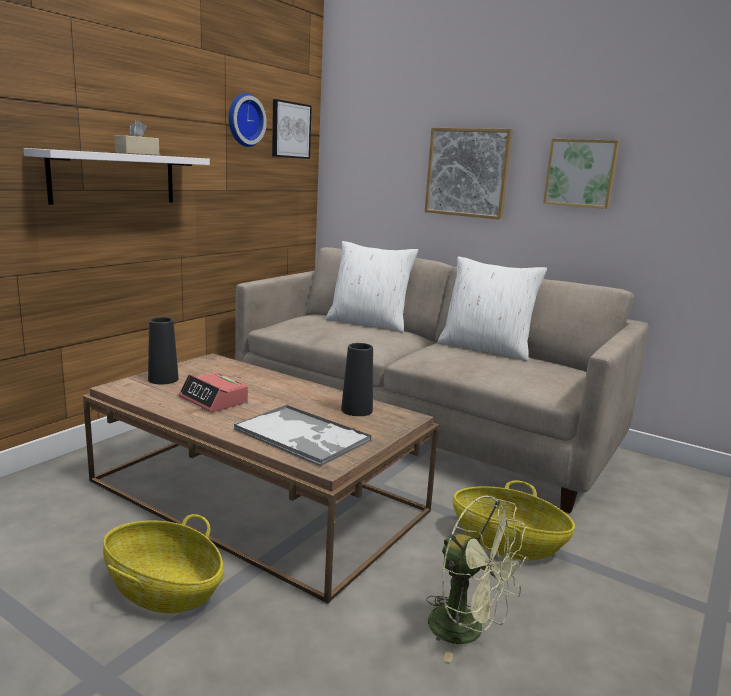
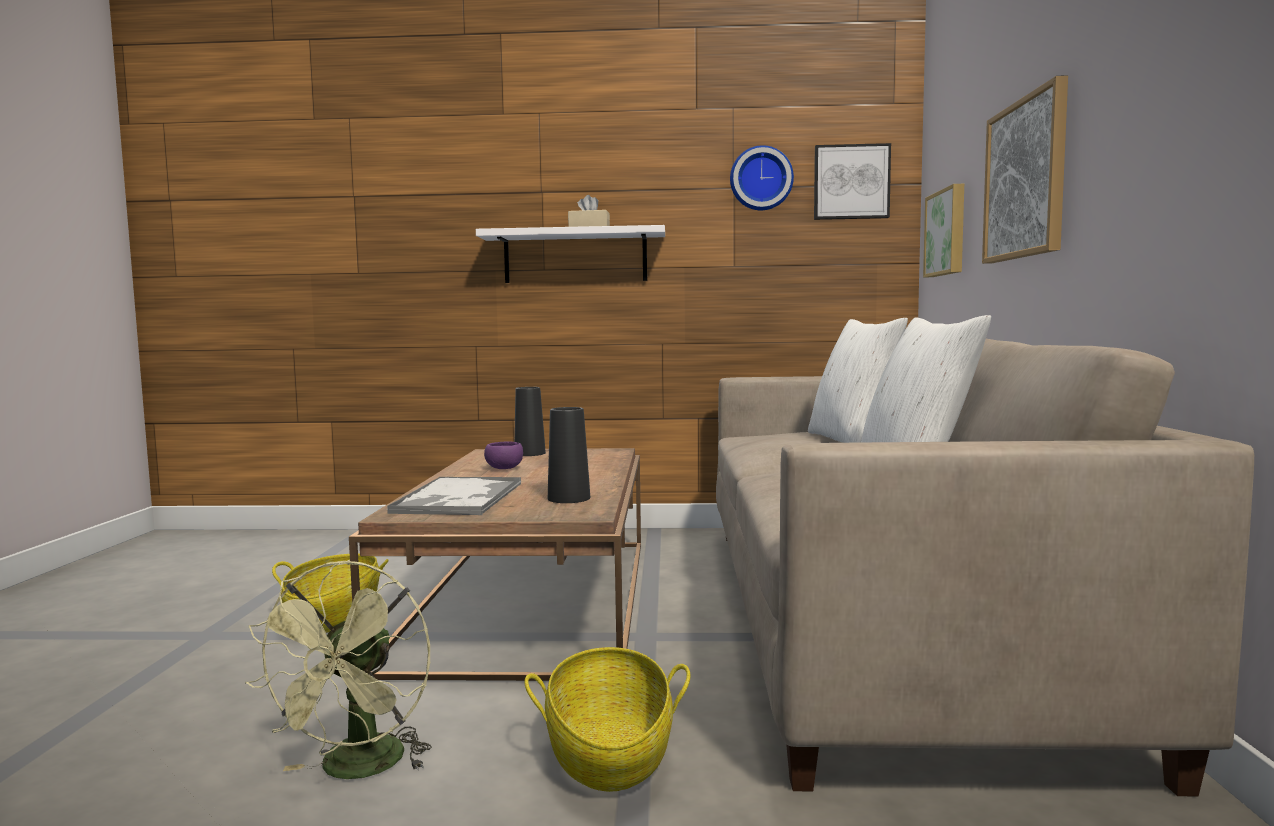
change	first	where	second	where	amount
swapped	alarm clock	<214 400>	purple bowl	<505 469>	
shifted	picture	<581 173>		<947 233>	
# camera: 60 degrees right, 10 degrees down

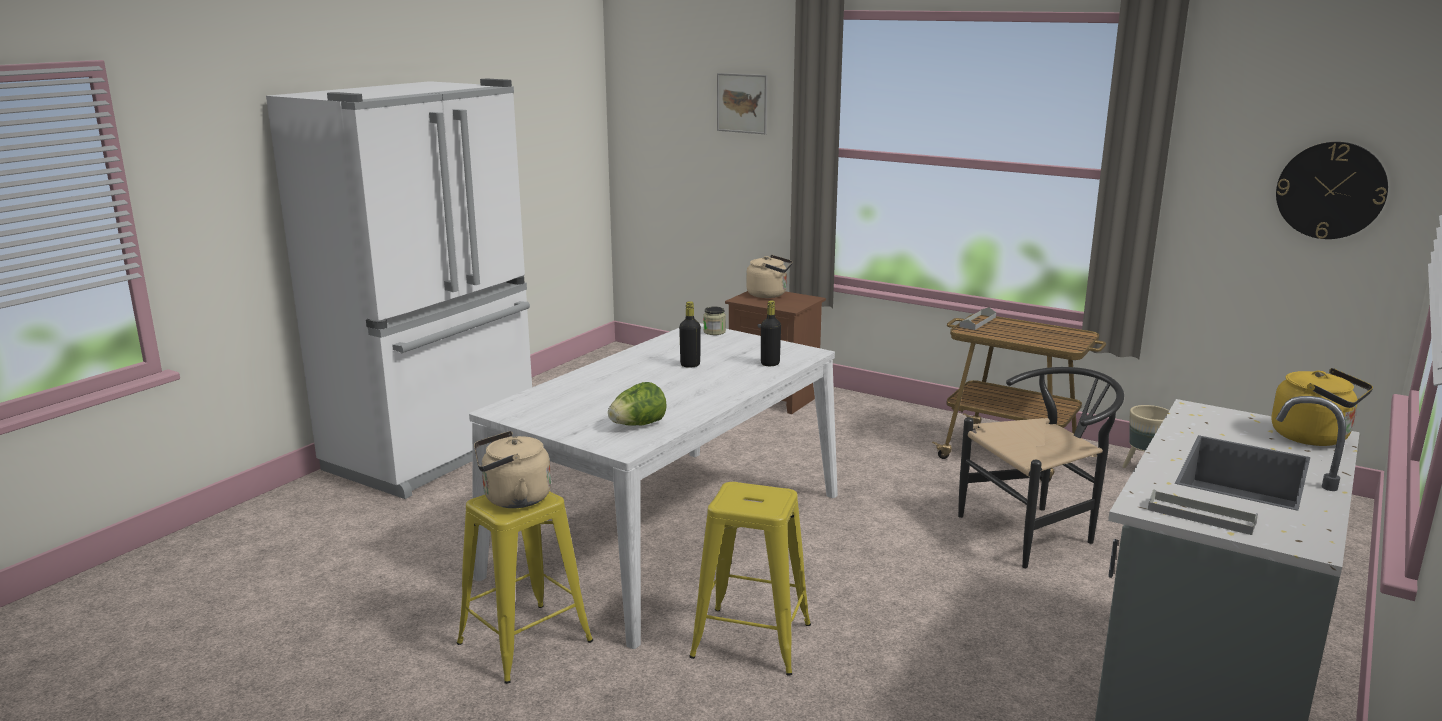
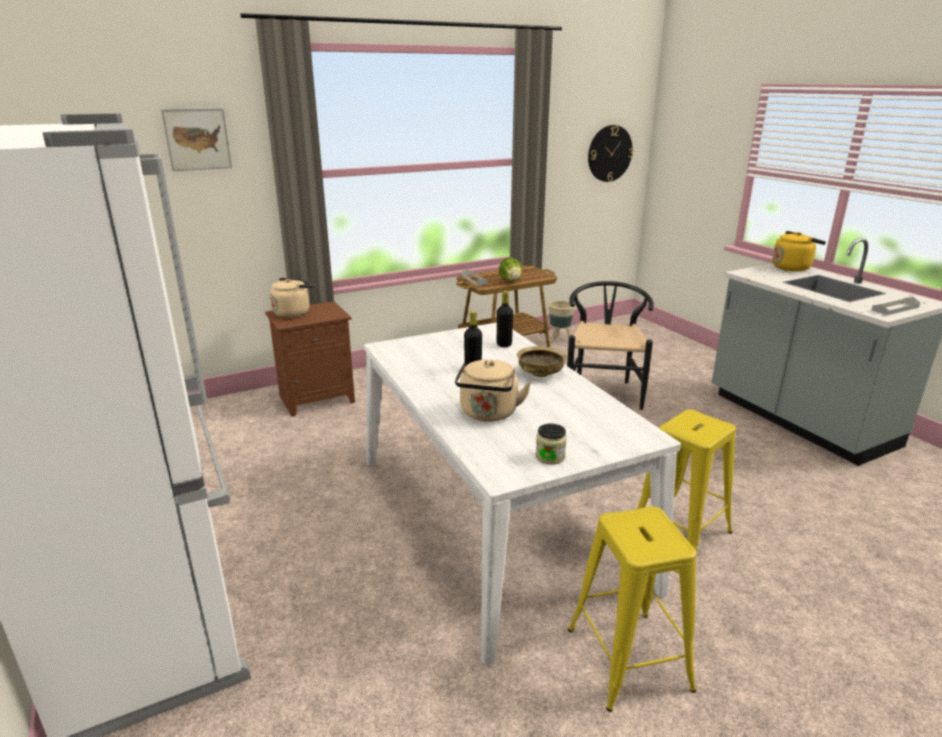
change	first	where	second	where	amount
shifted	beige kettle	<513 499>		<488 414>	
shifted	lettuce	<638 425>		<511 281>	
new			beige bowl	<540 373>	
shifted	jar	<714 332>		<550 457>	
# camera: 60 degrees left, 5 degrees up

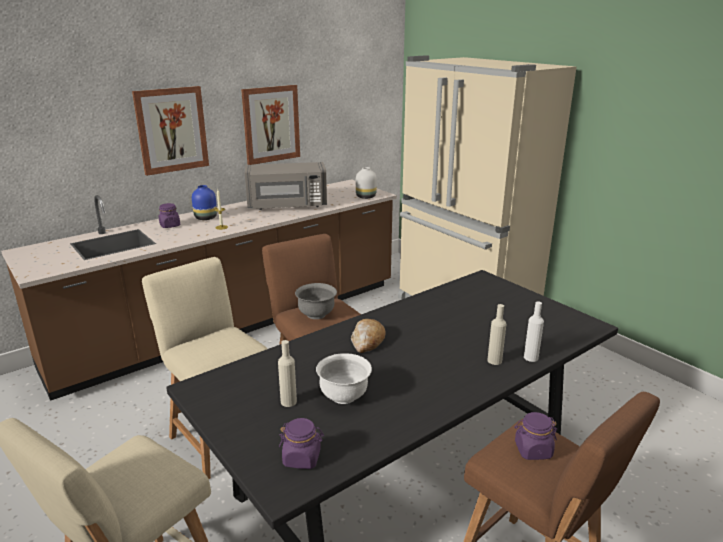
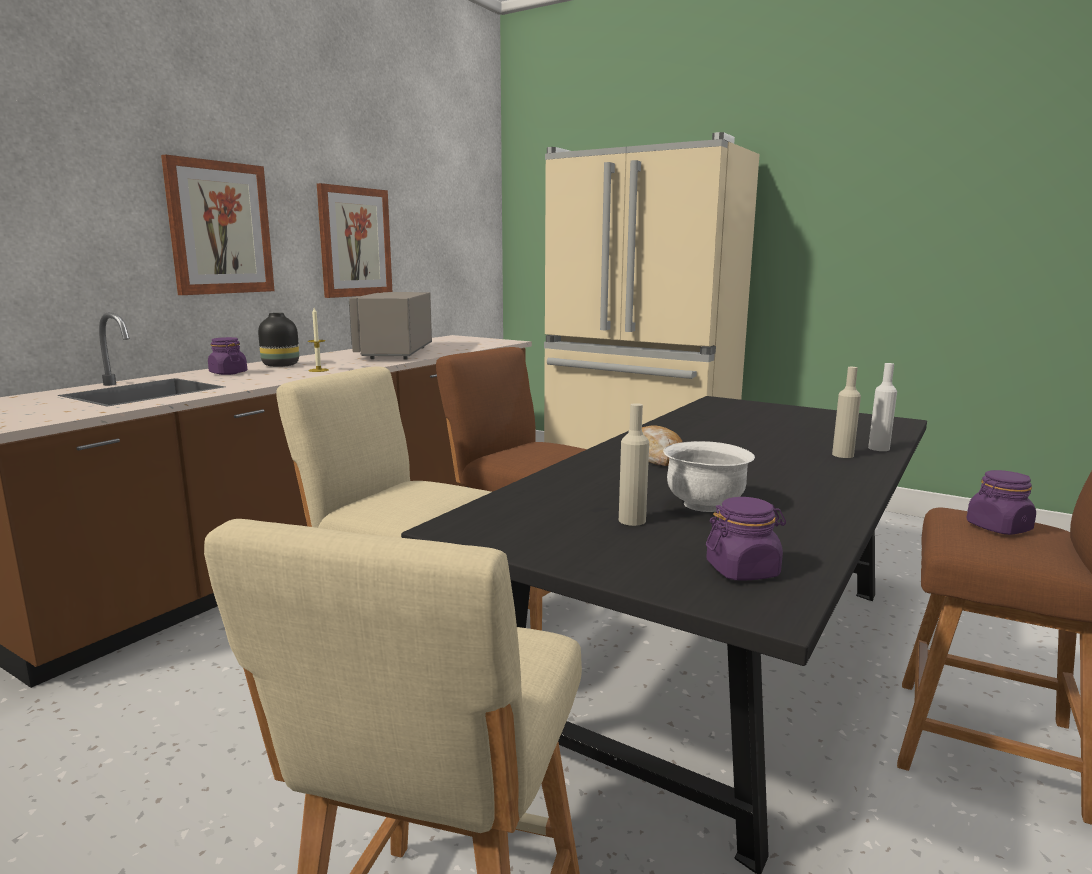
change	first	where	second	where	amount
repainted	blue vase	<206 218>	black vase	<281 365>	
rotated	grey microwave	<287 206>		<394 353>	120 degrees clockwise
gone	grey bowl	<316 314>			
gone	white vase	<365 197>			
# camera: 20 degrees left, 10 degrees down

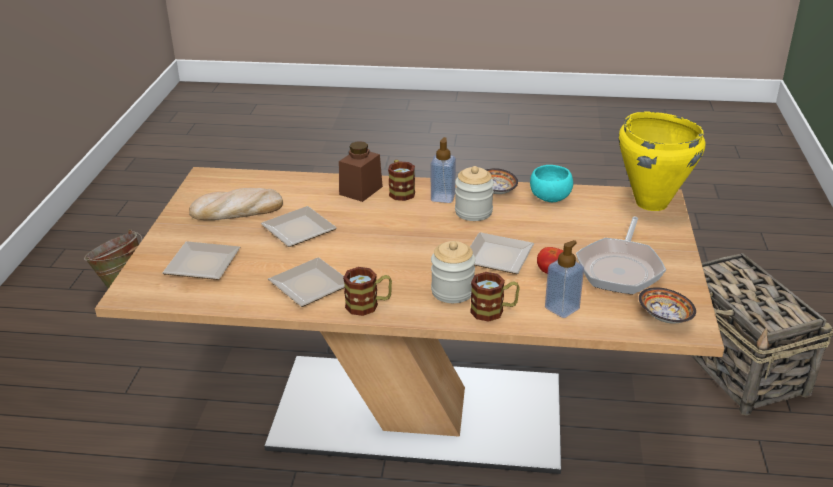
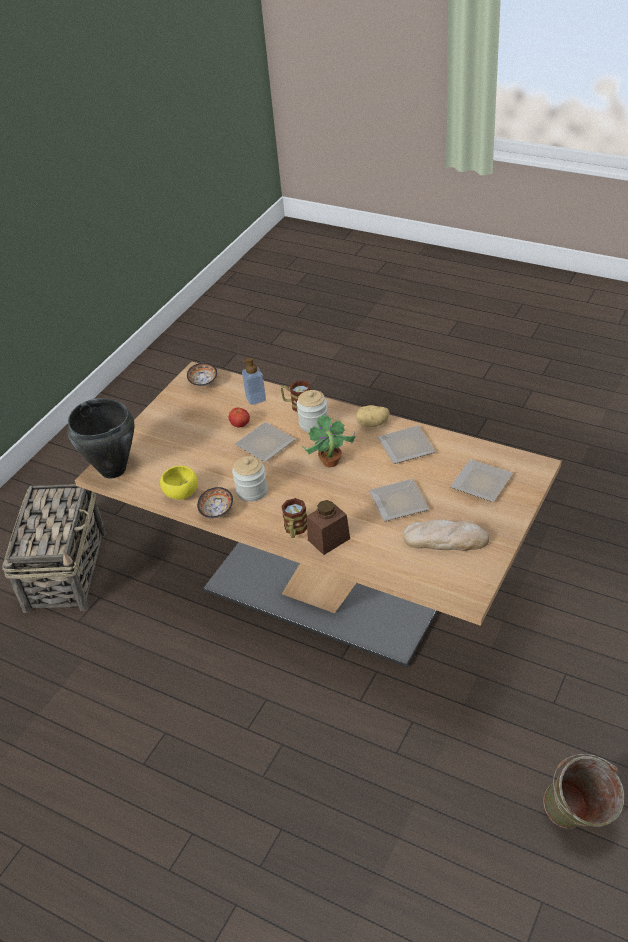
change	first	where	second	where	amount
repainted	yellow cooking pot	<651 203>	black cooking pot	<113 470>	
repainted	turquoise bowl	<549 197>	yellow bowl	<181 494>	
new			potted plant	<330 462>	
swapped	mug	<368 305>	potato	<372 424>	
gone	soap dispenser	<443 197>			
gone	frying pan	<620 268>			
# camera: 155 degrees left, 10 degrees up

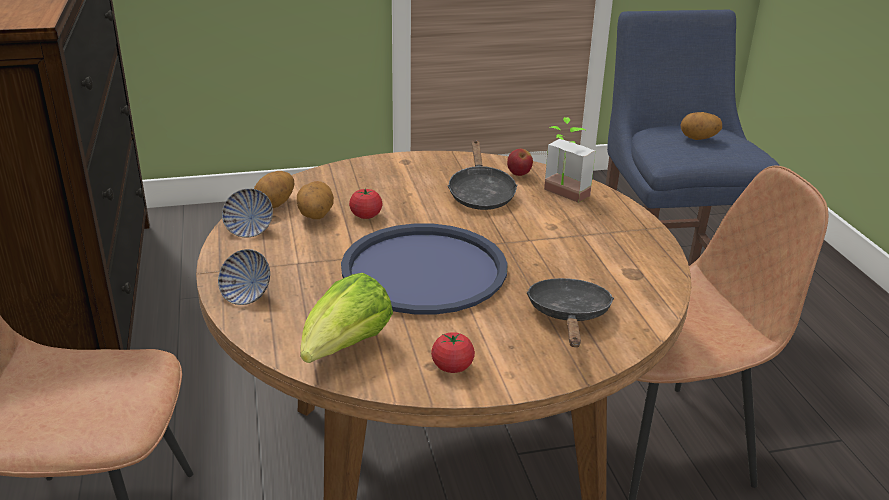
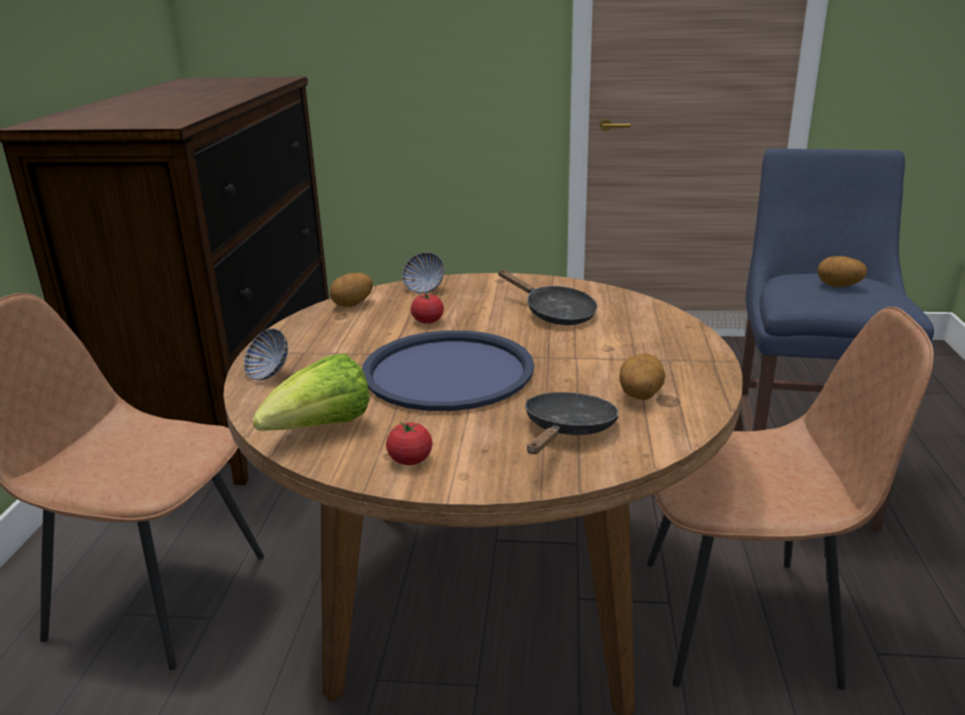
change	first	where	second	where	amount
shifted	bowl	<249 230>		<424 289>	
rotated	black frying pan	<480 194>		<554 313>	60 degrees counterclockwise
shifted	potato	<315 216>		<640 396>	
gone	apple	<519 174>			
gone	potted plant	<561 195>			
# camera: 20 degrees right, 5 degrees down

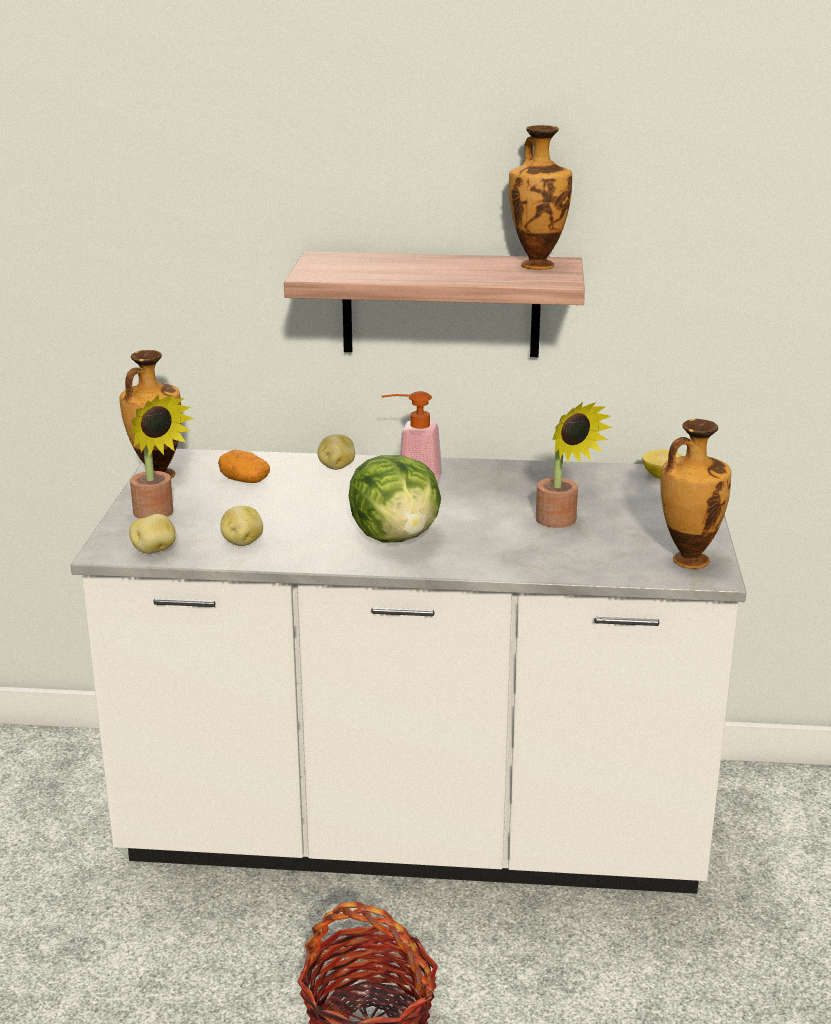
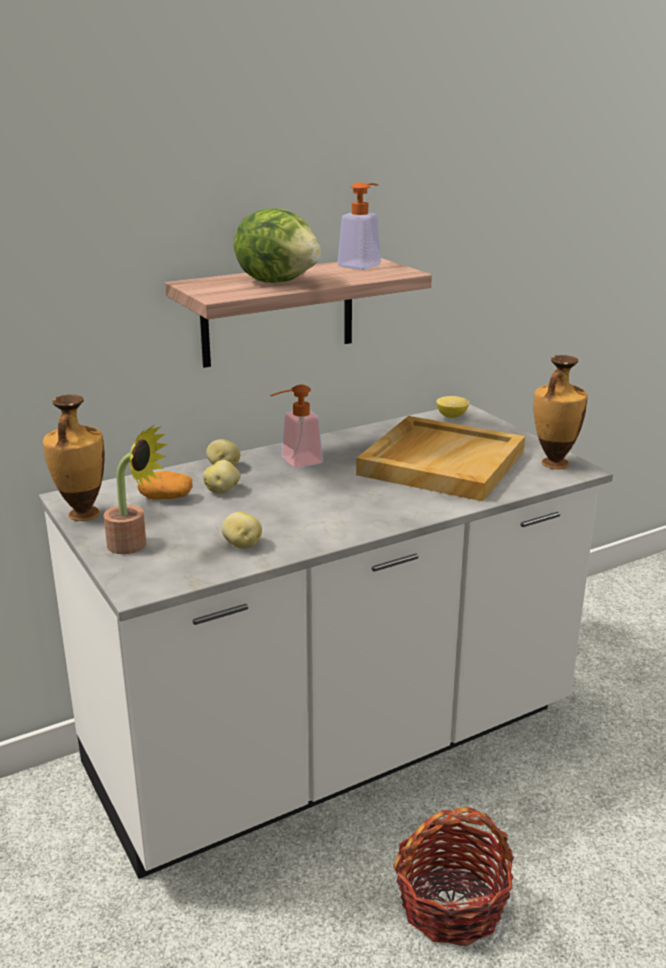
change	first	where	second	where	amount
shifted	potato	<155 550>		<222 490>	
shifted	lettuce	<396 537>		<279 281>	
swapped	vase	<537 264>	soap dispenser	<363 265>	
swapped	potted plant	<560 522>	beige tray	<441 462>	
# camera: 35 degrees left, 0 degrees up

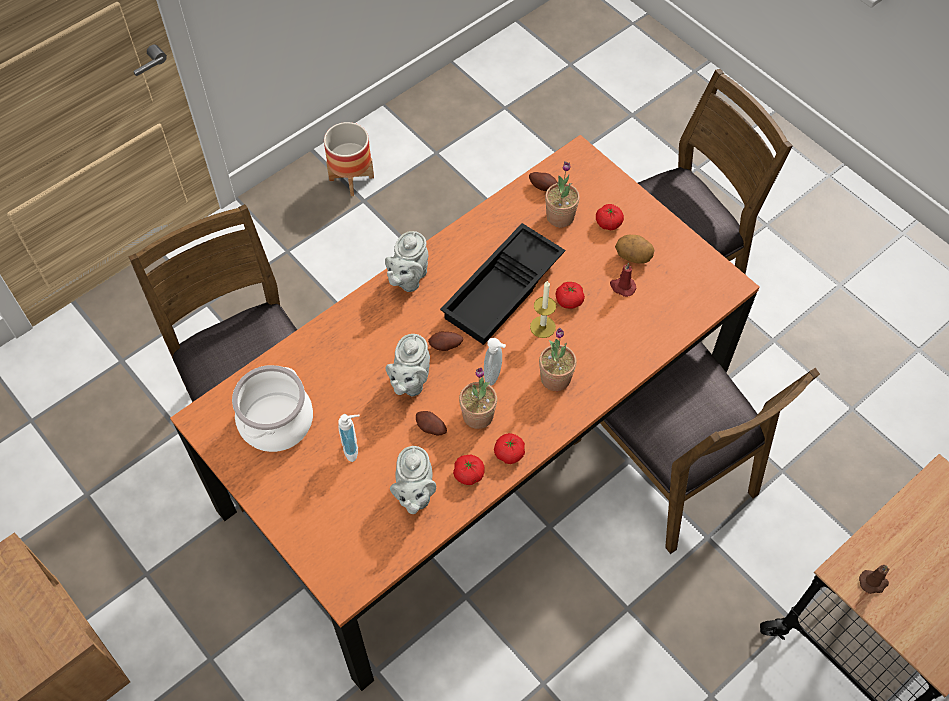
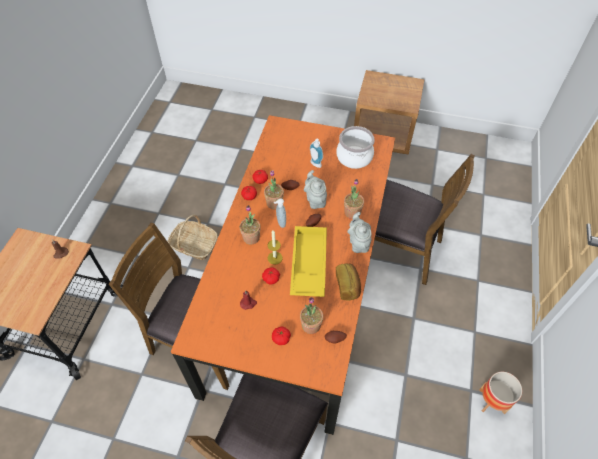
change	first	where	second	where	amount
new			basket	<194 245>	
repainted	black tray	<504 291>	yellow tray	<307 264>	
new			bread	<348 286>	
new			potted plant	<352 212>	
gone	grey teapot	<414 494>			
gone	potato	<633 256>			
# camera: 145 degrees right, 5 degrees down

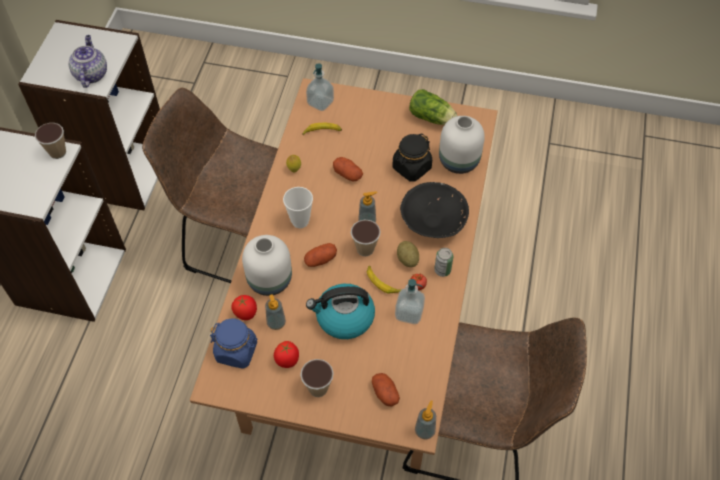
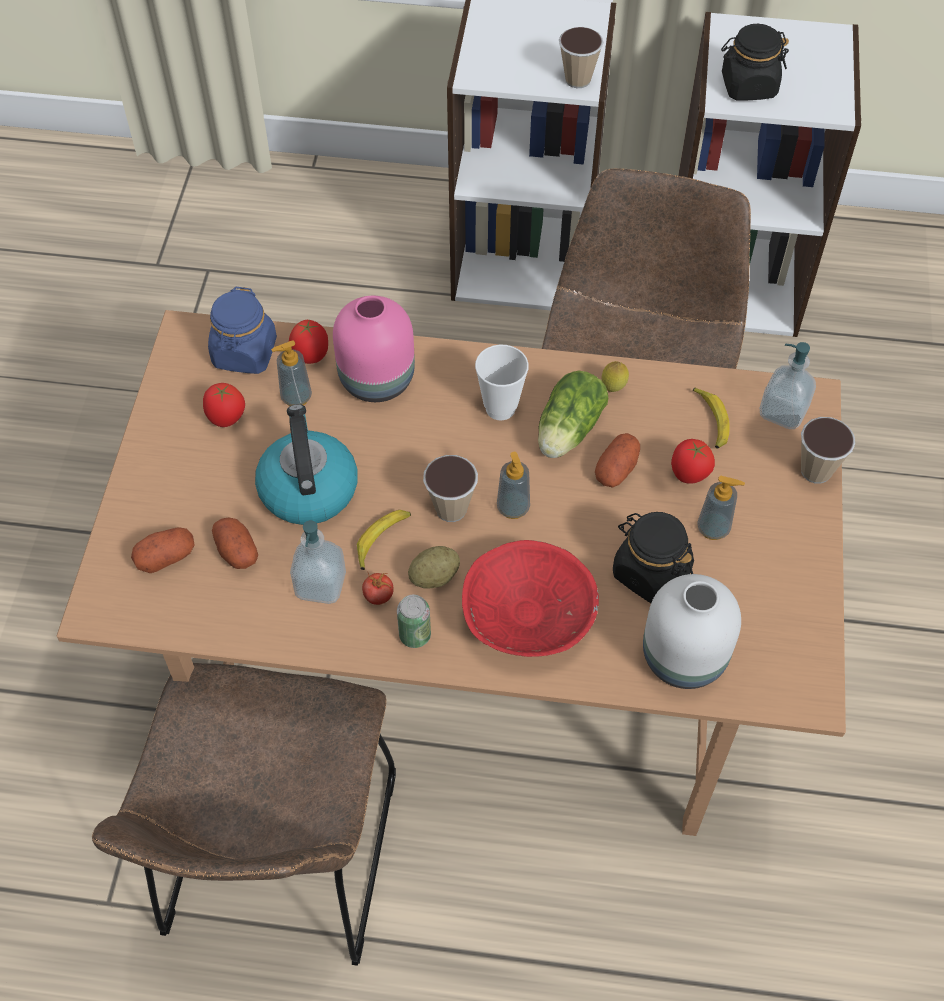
change	first	where	second	where	amount
shifted	potato	<320 260>		<236 551>	
repainted	white vase	<268 280>	pink vase	<377 378>	
repainted	black bowl	<433 219>	red bowl	<530 615>	
shifted	lettuce	<433 118>		<567 432>	
new			tomato	<689 475>	
shifted	soap dispenser	<425 431>		<713 528>	
swapped	teapot	<91 74>	black jar	<748 86>	
shifted	cup	<318 388>		<816 471>	
# camera: 85 degrees right, 0 degrees up

